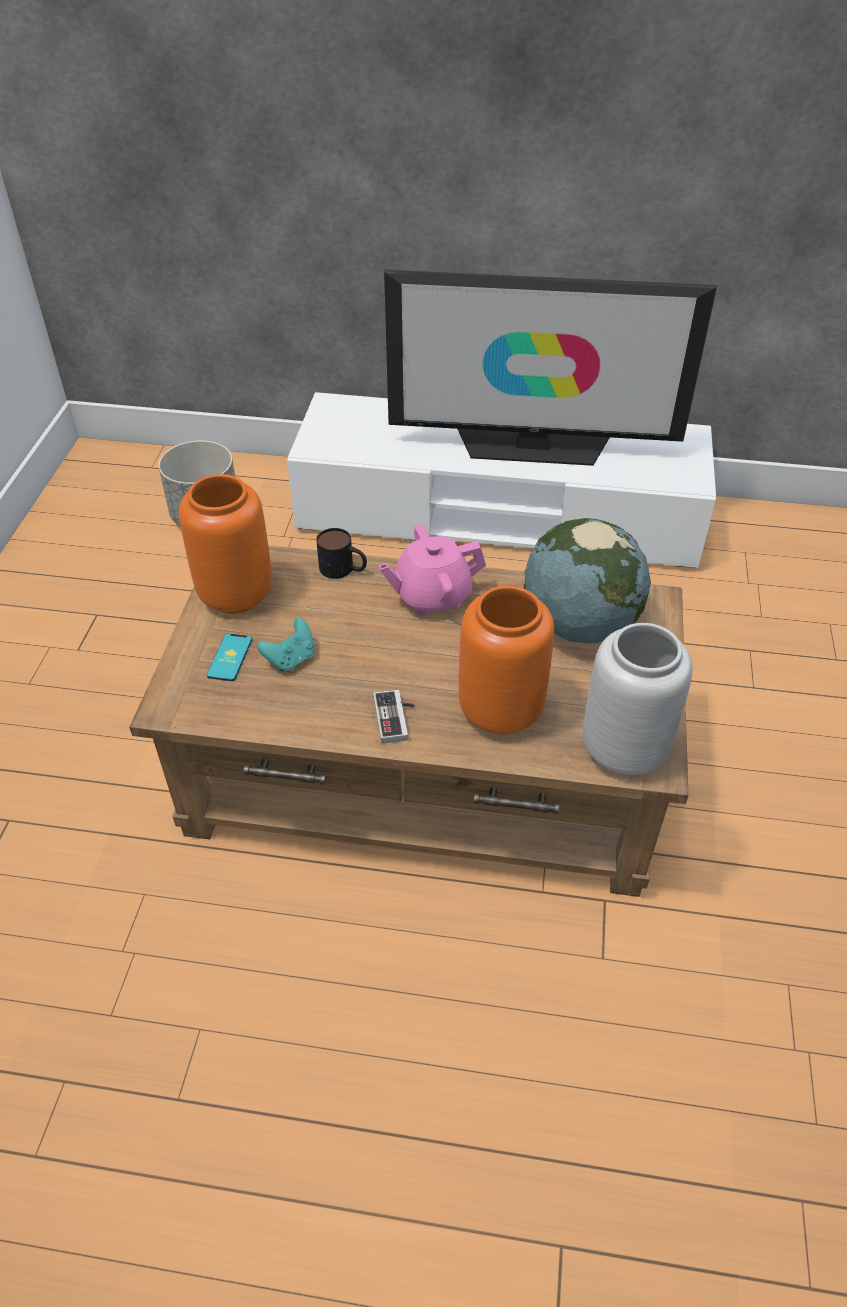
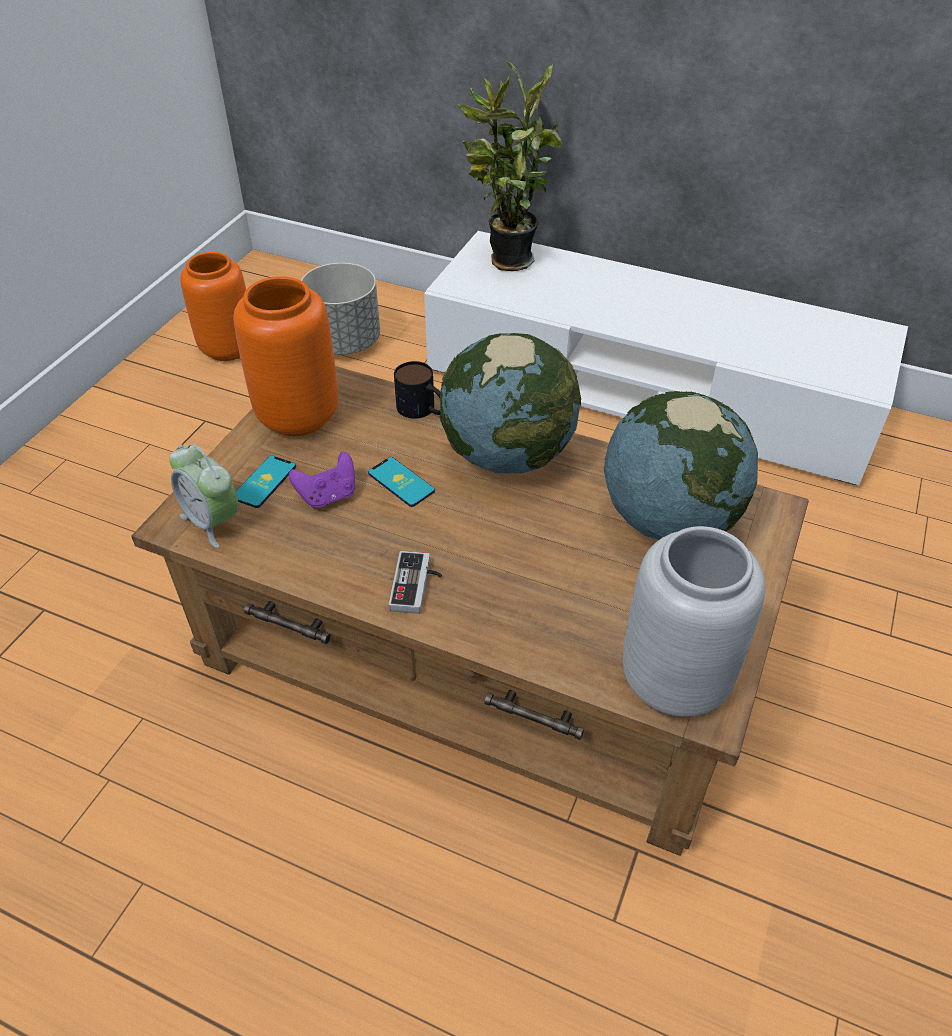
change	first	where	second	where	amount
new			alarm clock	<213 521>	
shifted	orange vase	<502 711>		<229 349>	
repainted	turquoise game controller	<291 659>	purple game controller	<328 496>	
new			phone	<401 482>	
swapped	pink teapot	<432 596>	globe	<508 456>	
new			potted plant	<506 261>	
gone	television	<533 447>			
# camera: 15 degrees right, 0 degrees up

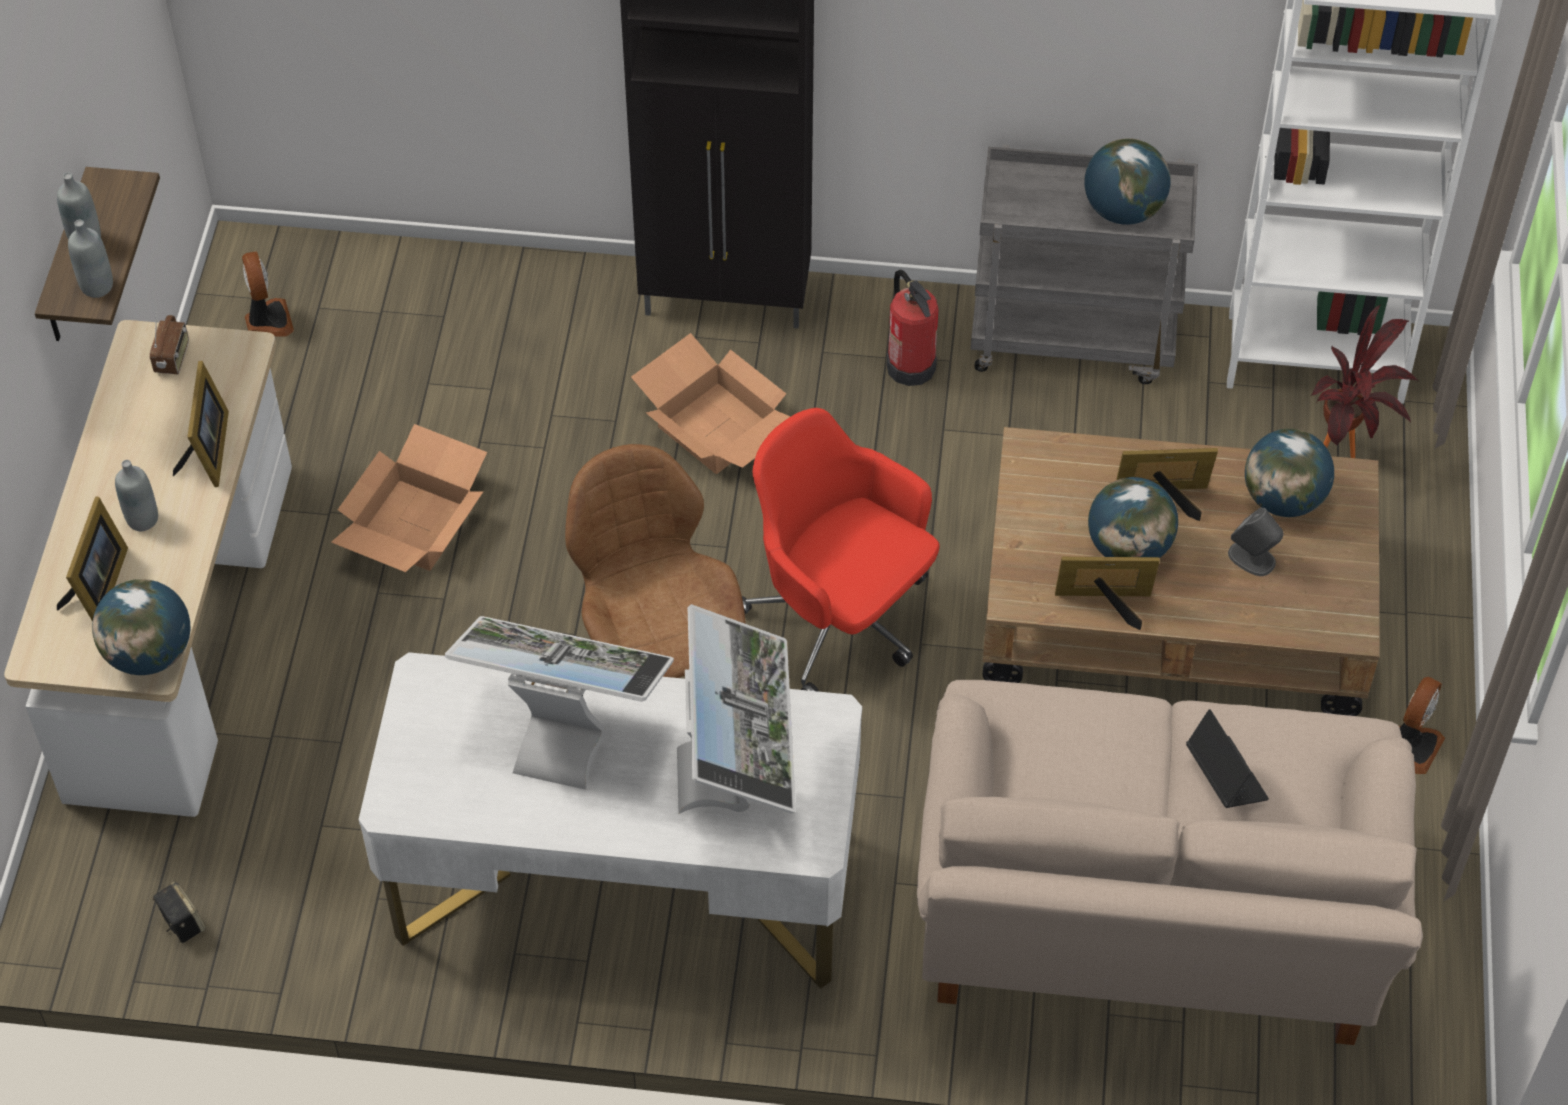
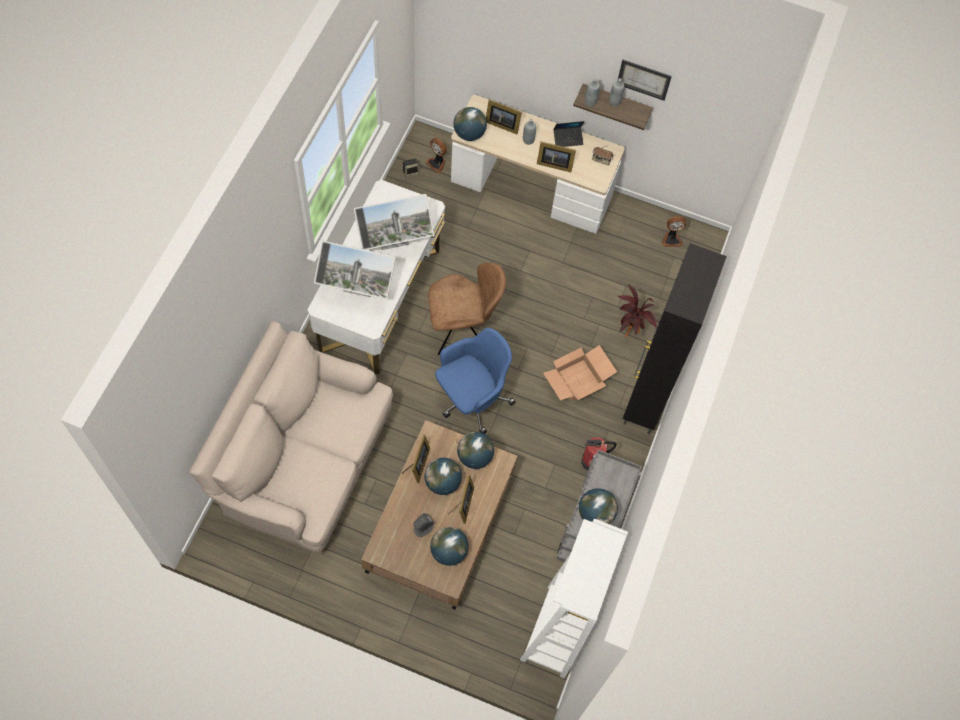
change	first	where	second	where	amount
rotated	monitor	<566 732>		<394 245>	45 degrees clockwise
shifted	fan	<1412 745>		<437 163>	
repainted	red office chair	<839 620>	blue office chair	<471 398>	
new			globe	<475 457>	
shifted	laptop	<1225 776>		<568 139>	
shifted	potted plant	<1345 455>		<629 334>	
new			picture	<644 79>	
gone	cardboard box	<414 523>			
# camera: 100 degrees right, 10 degrees up

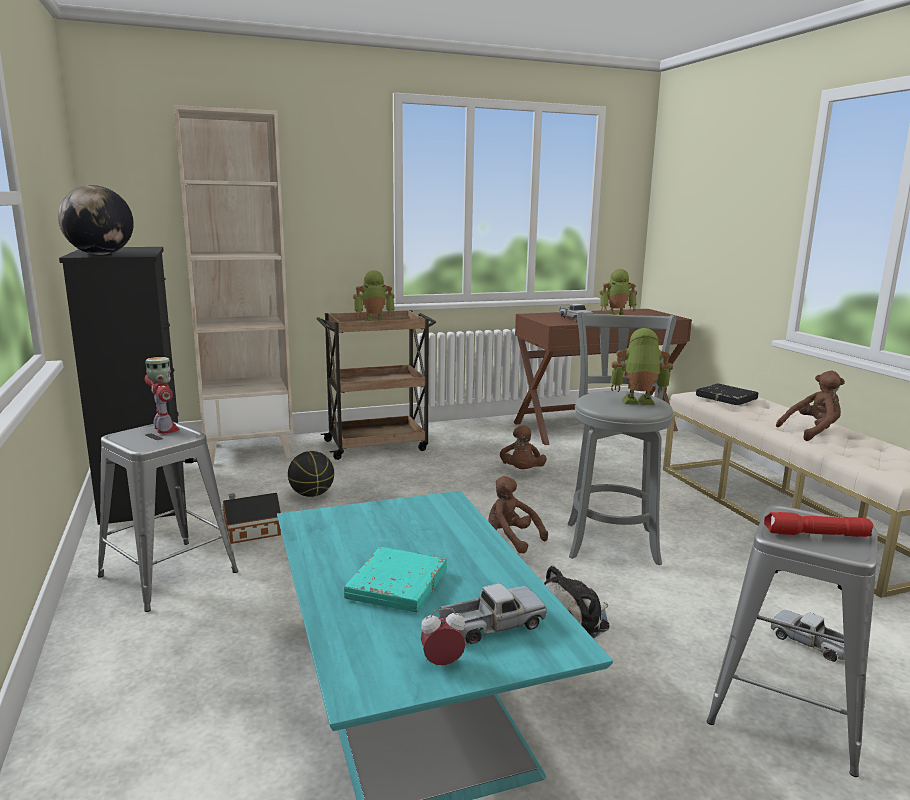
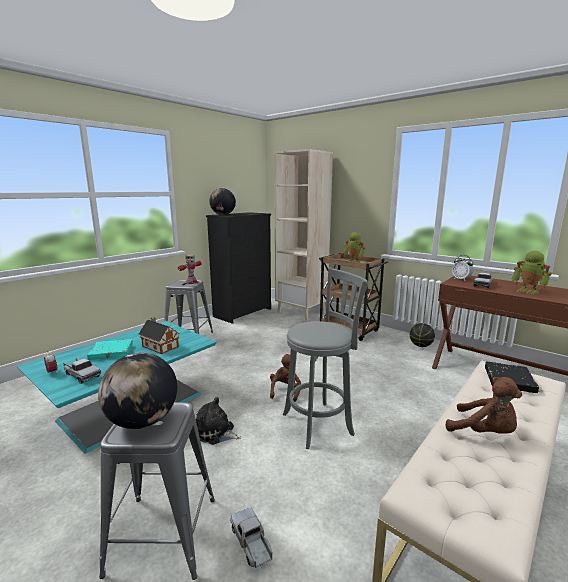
change	first	where	second	where	amount
swapped	red flashlight	<816 535>	globe	<142 421>	
shifted	toy house	<250 532>		<159 346>	
rotated	toy truck	<812 644>		<251 543>	45 degrees counterclockwise
shifted	basketball	<312 494>		<421 346>	
new			alarm clock	<461 279>	
gone	brown plush toy	<522 471>			
gone	toy robot	<638 402>			
# camera: 60 degrees right, 0 degrees up

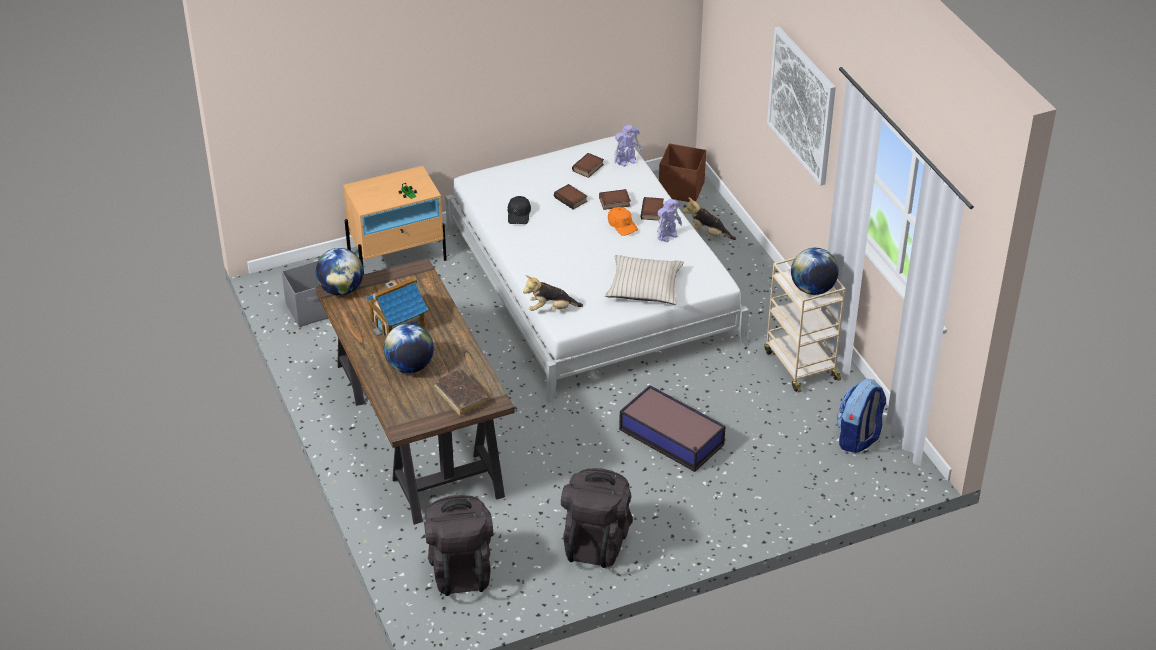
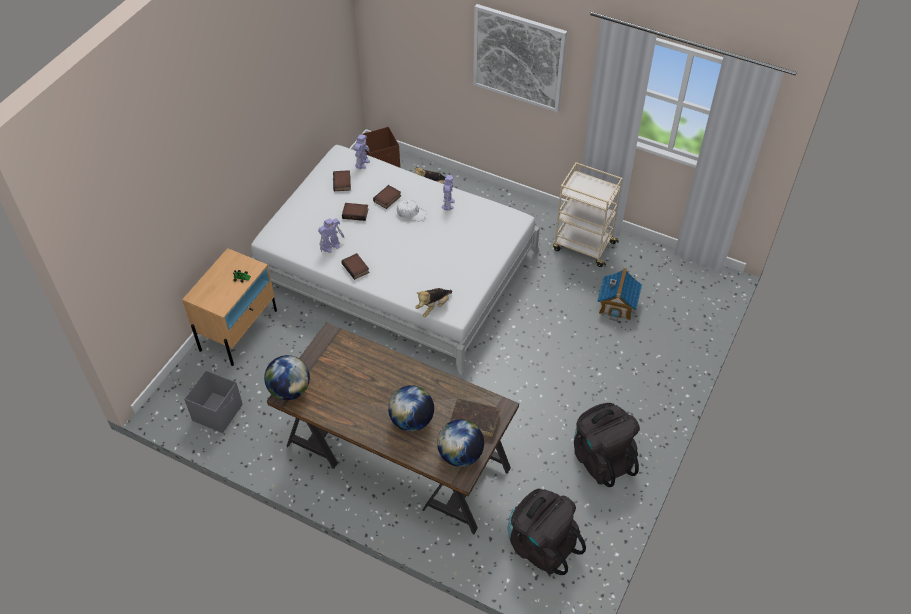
change	first	where	second	where	amount
swapped	black cap	<519 214>	toy robot	<331 246>	
shifted	book	<653 212>		<356 268>	
repainted	orange cap	<622 225>	white cap	<411 213>	
shifted	globe	<812 289>		<460 455>	
shifted	toy house	<398 323>		<617 305>	
gone	beige pillow	<644 287>			
gone	storage box	<672 438>			
gone	backpack	<858 438>			
# camera: 40 degrees left, 10 degrees up

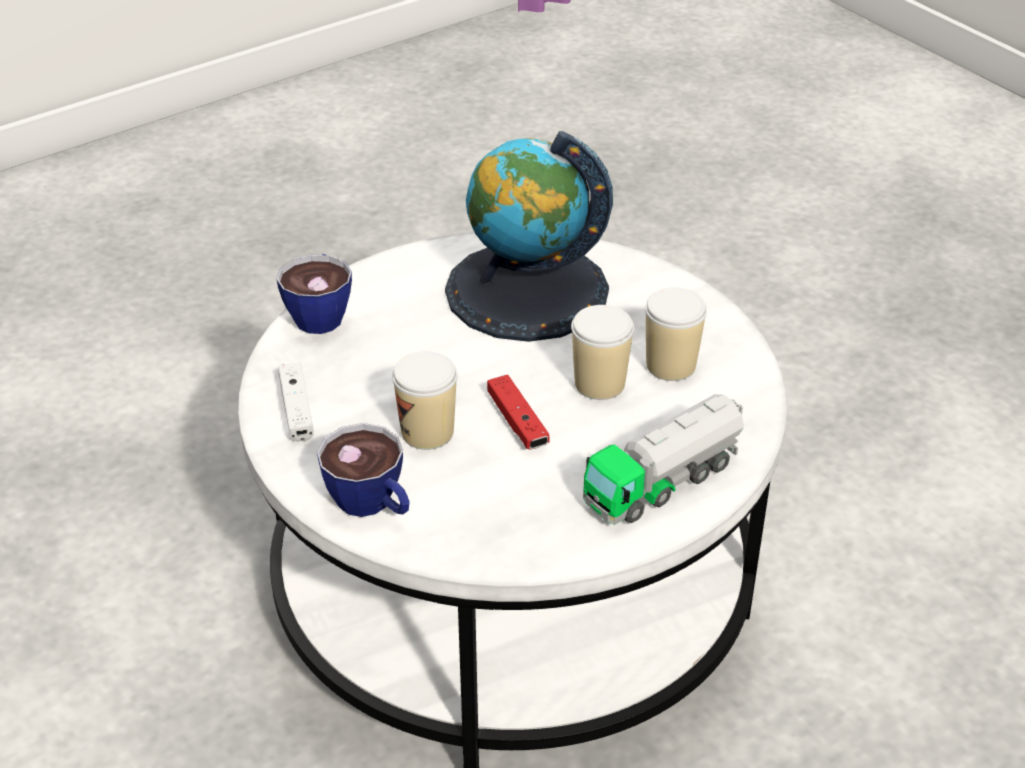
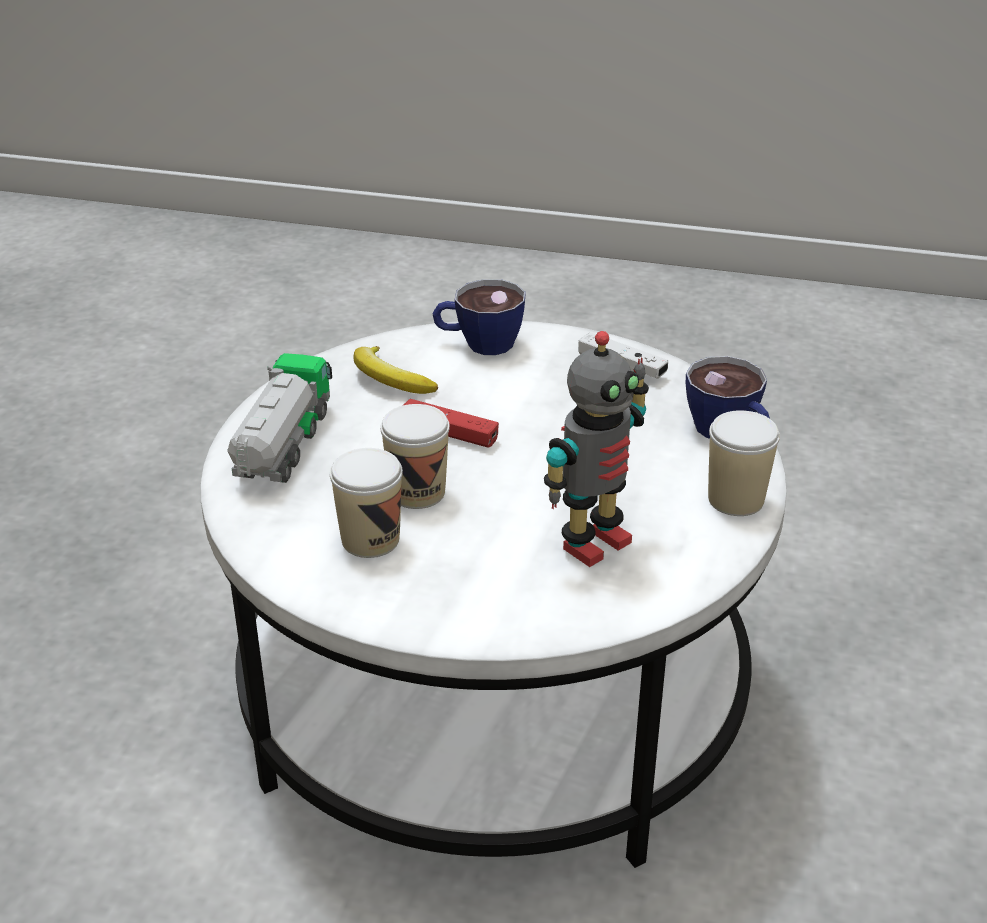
change	first	where	second	where	amount
new			banana	<389 380>	
swapped	globe	<527 291>	toy robot	<592 543>	
shifted	cup	<427 432>		<736 499>	
# camera: 140 degrees right, 5 degrees down

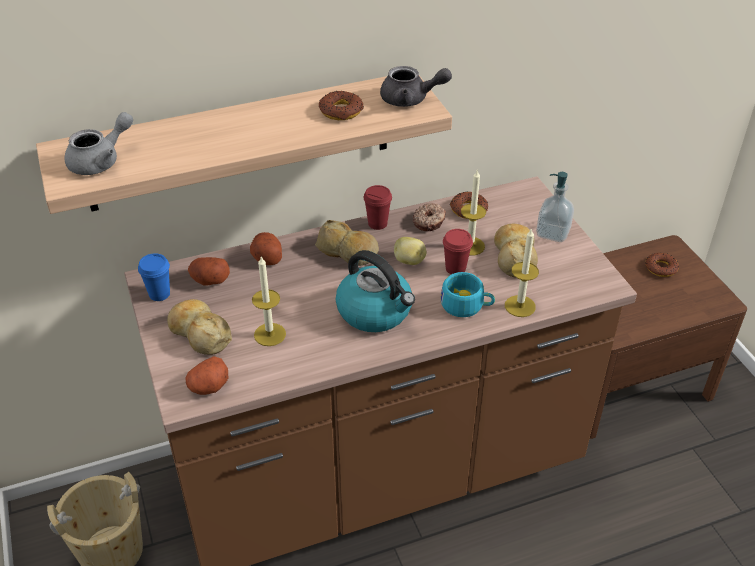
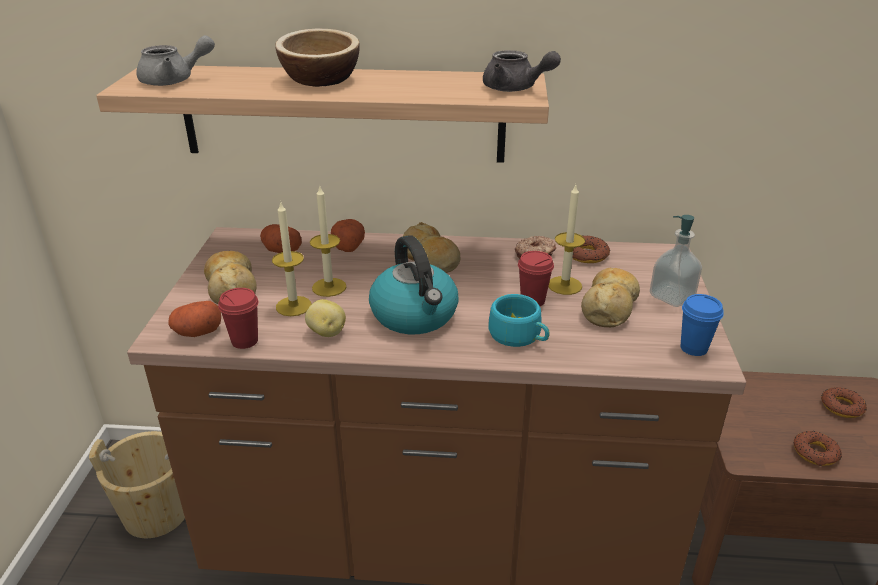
change	first	where	second	where	amount
shifted	red cup	<377 224>		<244 341>	
new			bowl	<320 79>	
shifted	potato	<409 261>		<326 332>	
shifted	candle	<520 306>		<329 287>	
shifted	blue cup	<159 294>		<693 348>	
shifted	donut	<341 111>		<815 453>	
# camera: 25 degrees right, 10 degrees down

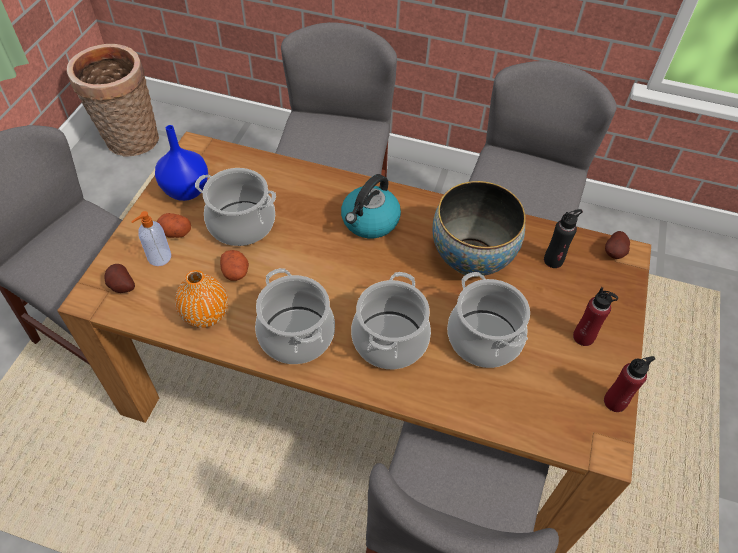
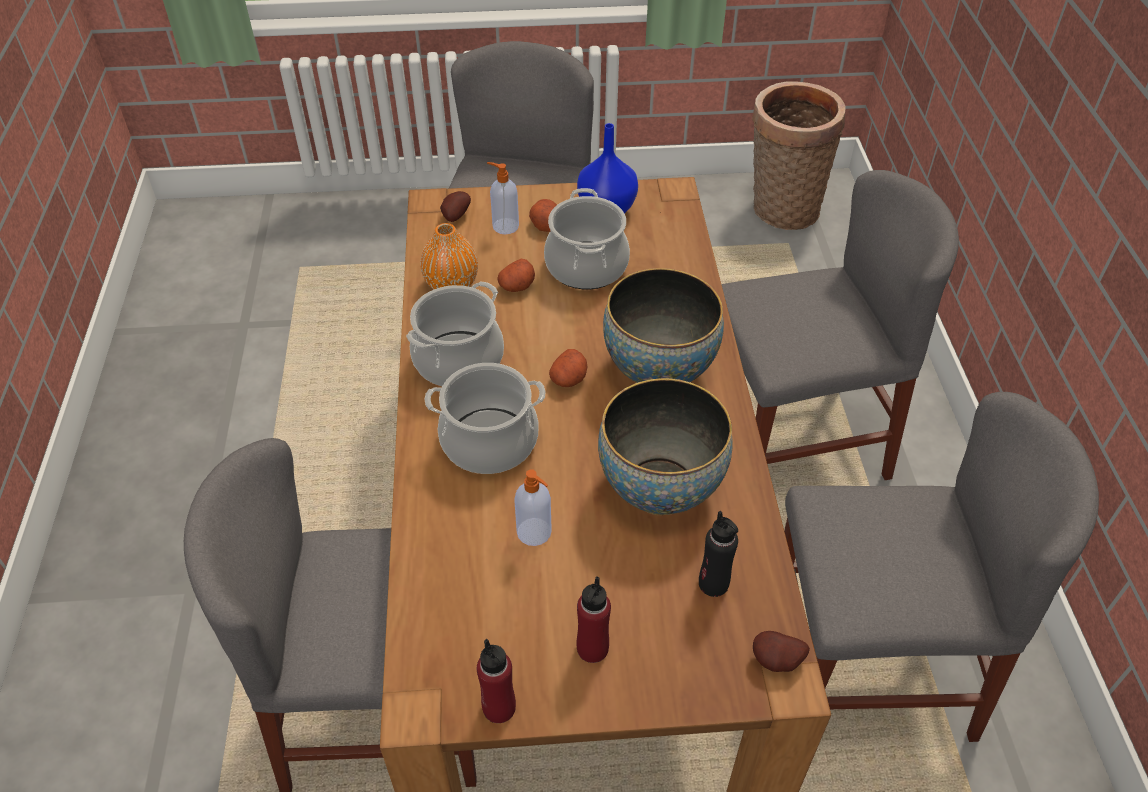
change	first	where	second	where	amount
swapped	cooking pot	<483 338>	soap dispenser	<535 533>	
new			potato	<568 379>	
swapped	kettle	<370 222>	bowl	<659 370>	
# camera: 70 degrees right, 5 degrees down

